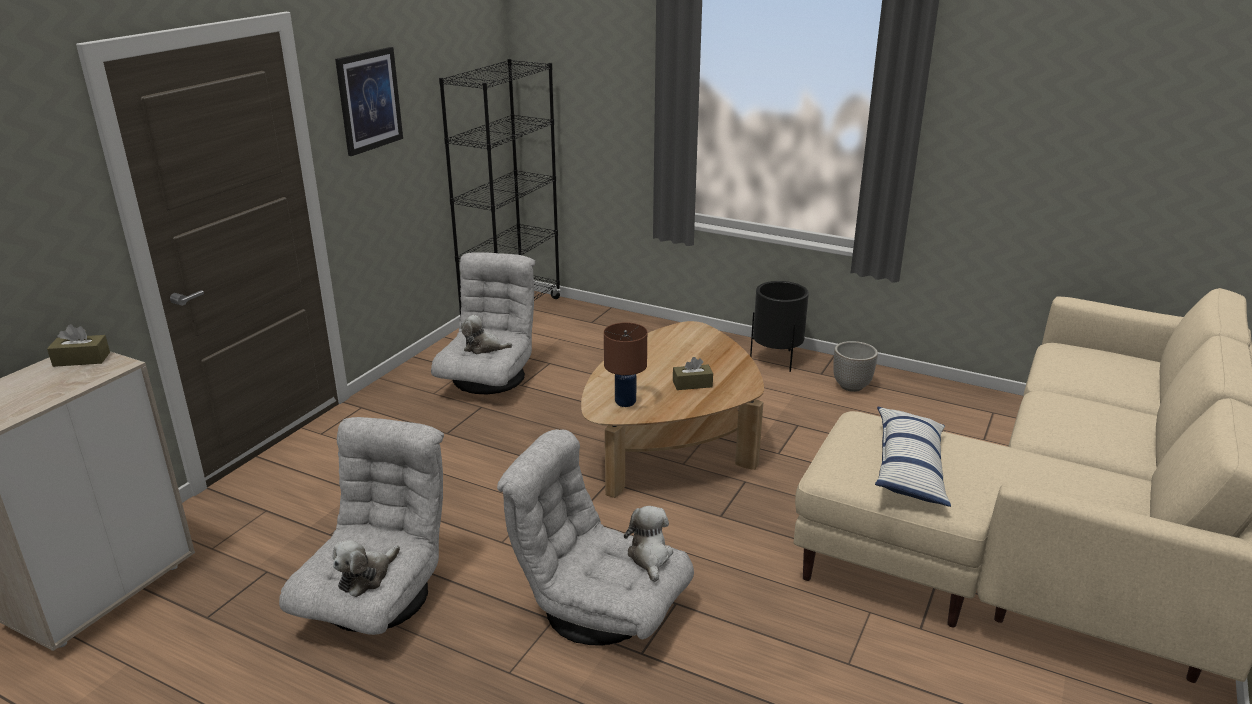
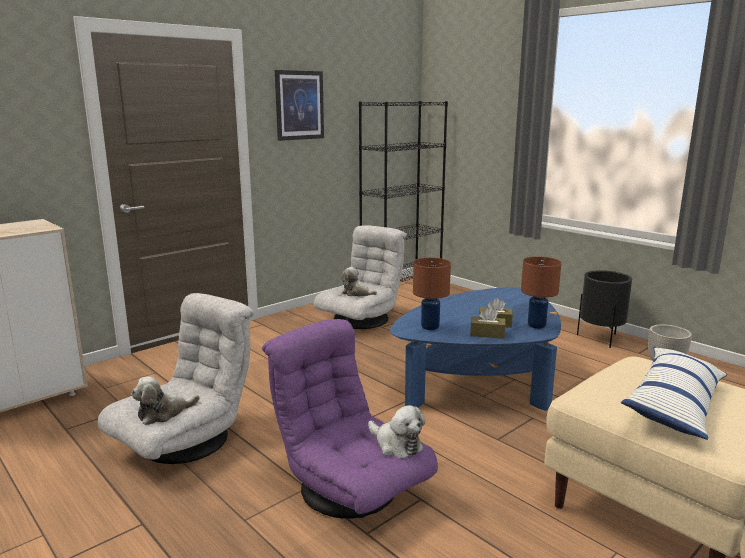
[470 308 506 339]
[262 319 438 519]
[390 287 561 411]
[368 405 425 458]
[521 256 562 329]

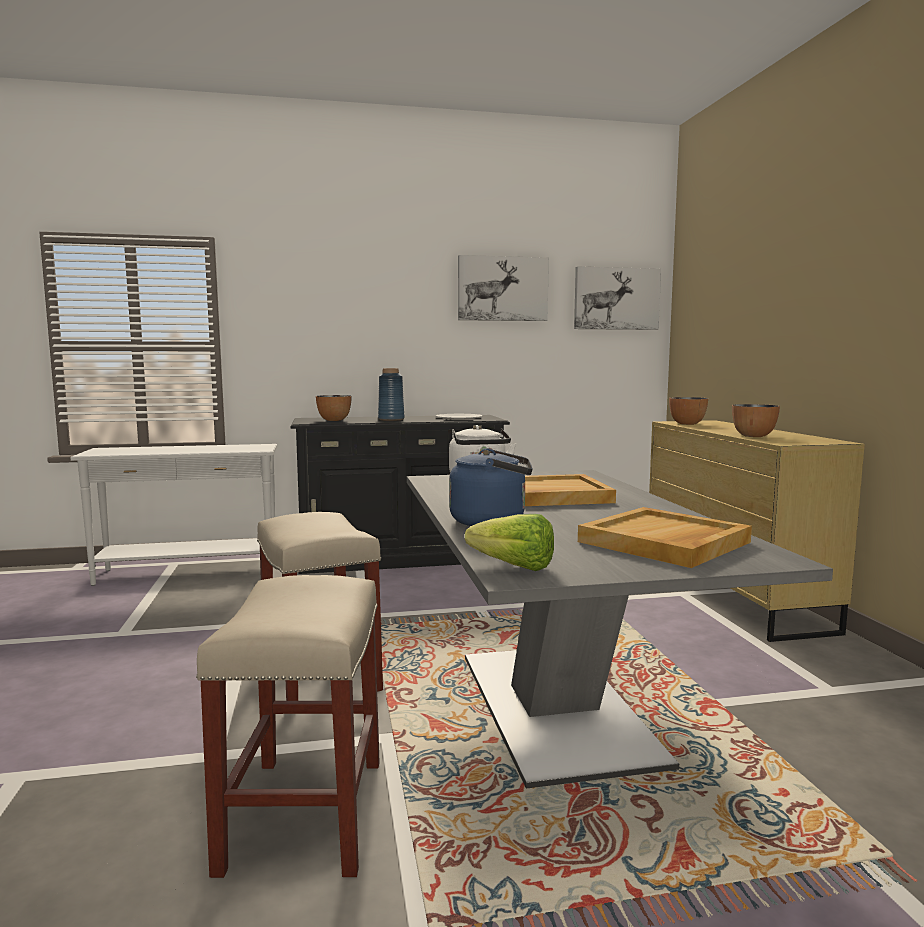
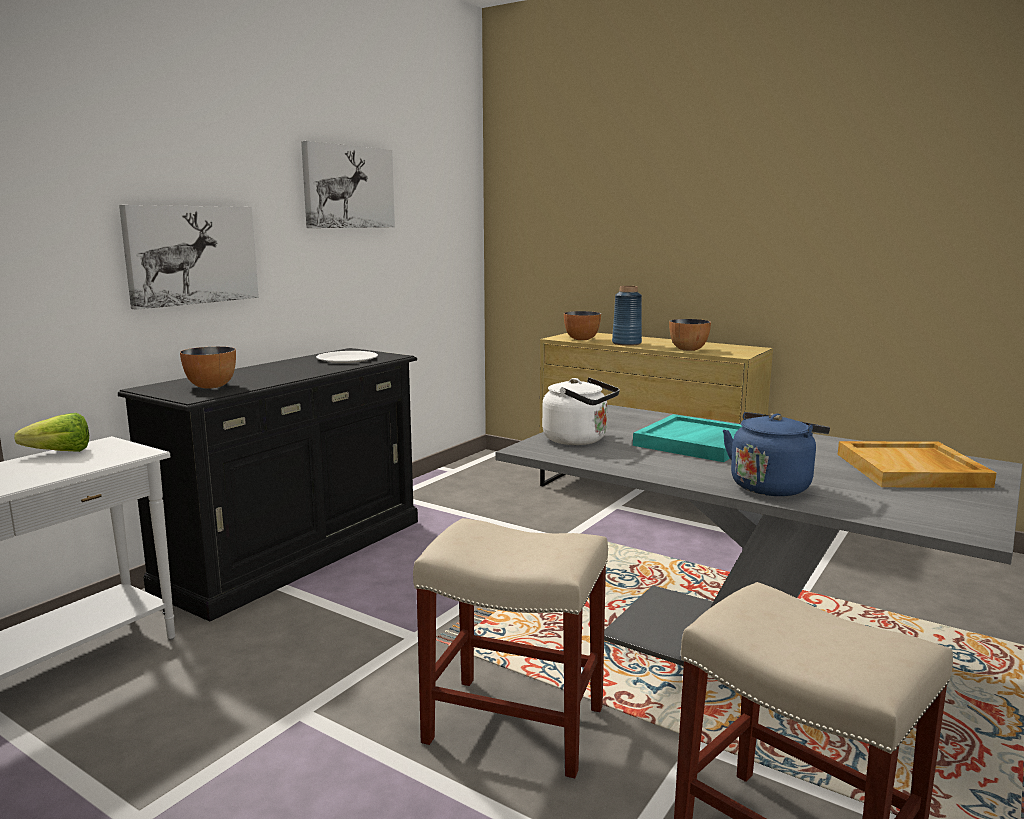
[612 286 642 346]
[14 413 89 452]
[633 414 742 462]
[119 205 259 310]

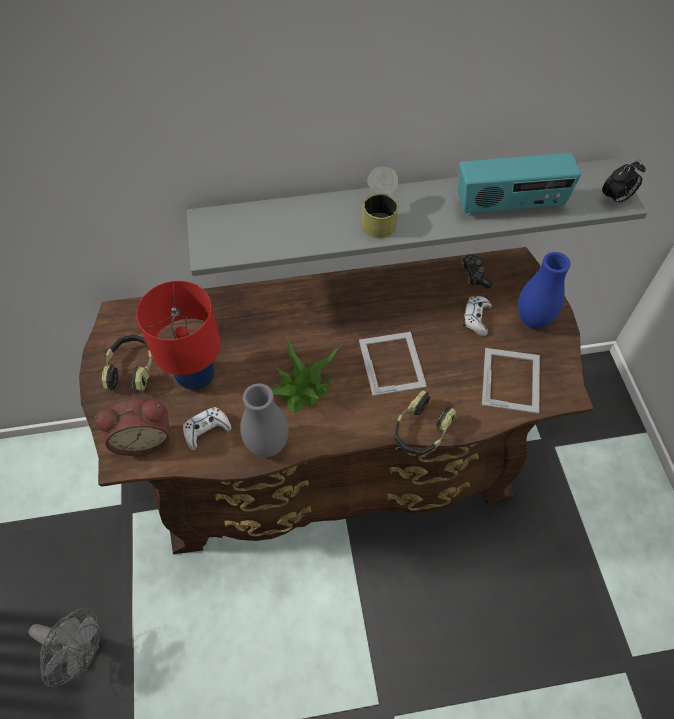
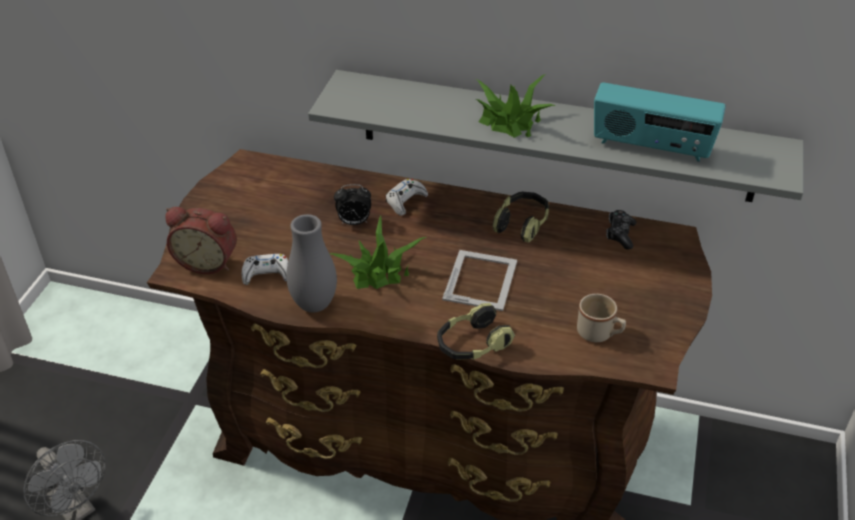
[492 192 549 243]
[136 281 221 390] (first image)
[476 74 556 138]
[385 179 428 216]
[577 294 626 342]
[518 252 571 329] (first image)
[334 184 371 225]

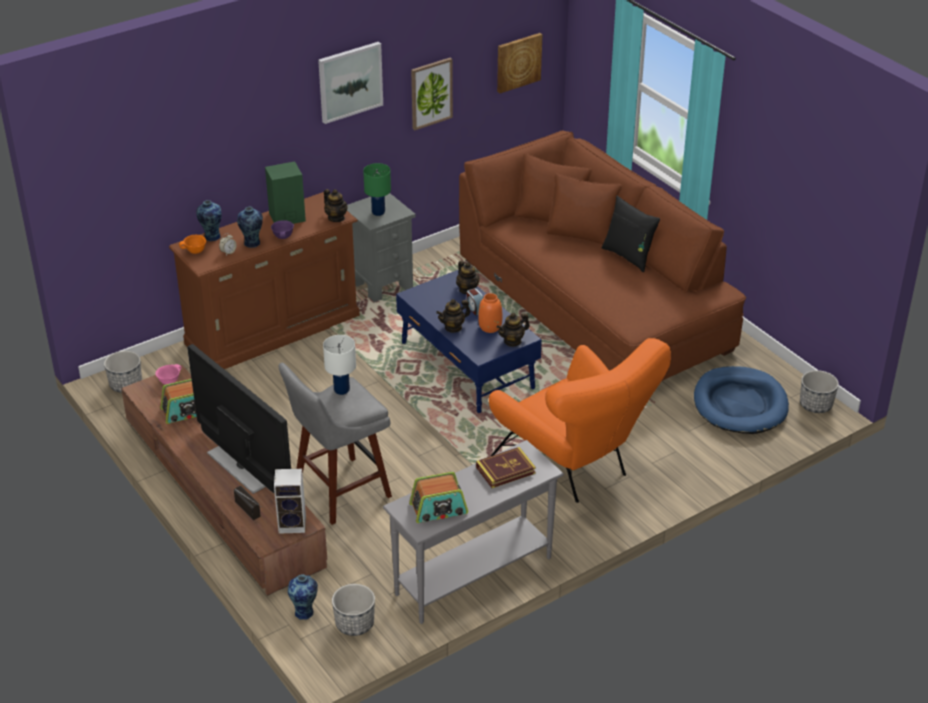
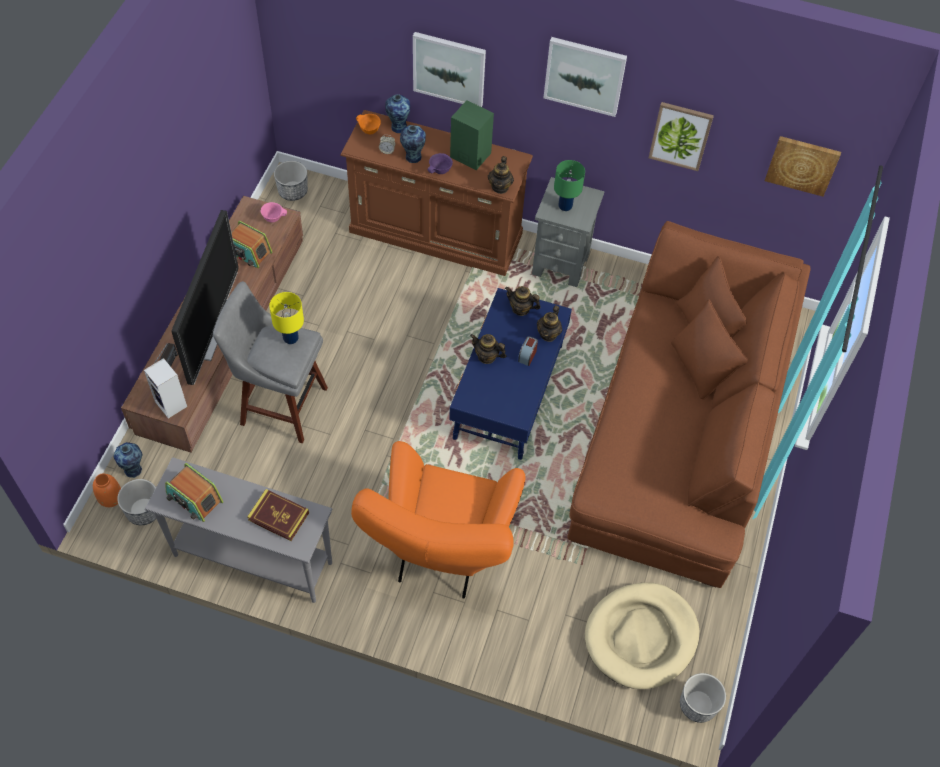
[269 292 304 344]
[93 473 121 507]
[505 286 541 316]
[601 196 660 272] (first image)
[585 583 700 689]
[413 32 486 107]

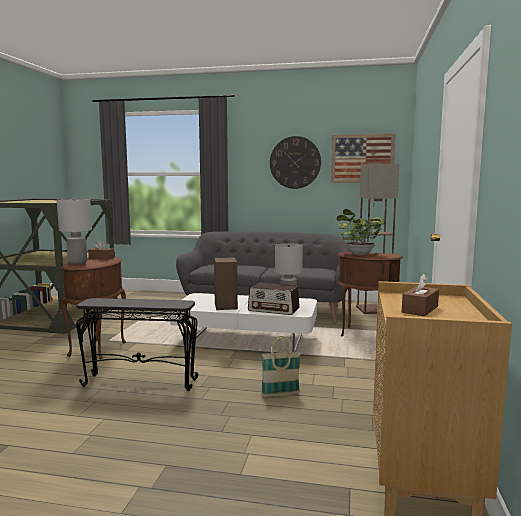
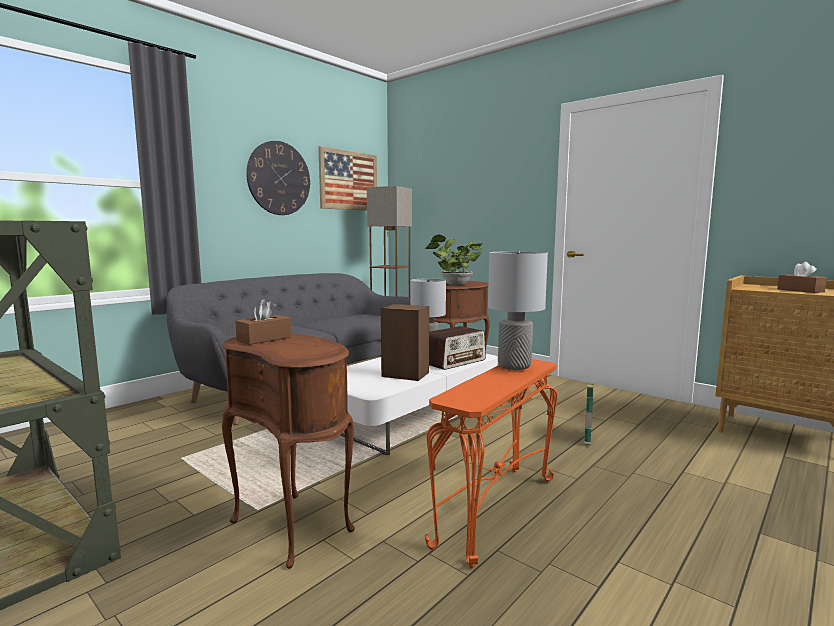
[488 251 548 370]
[424 359 558 568]

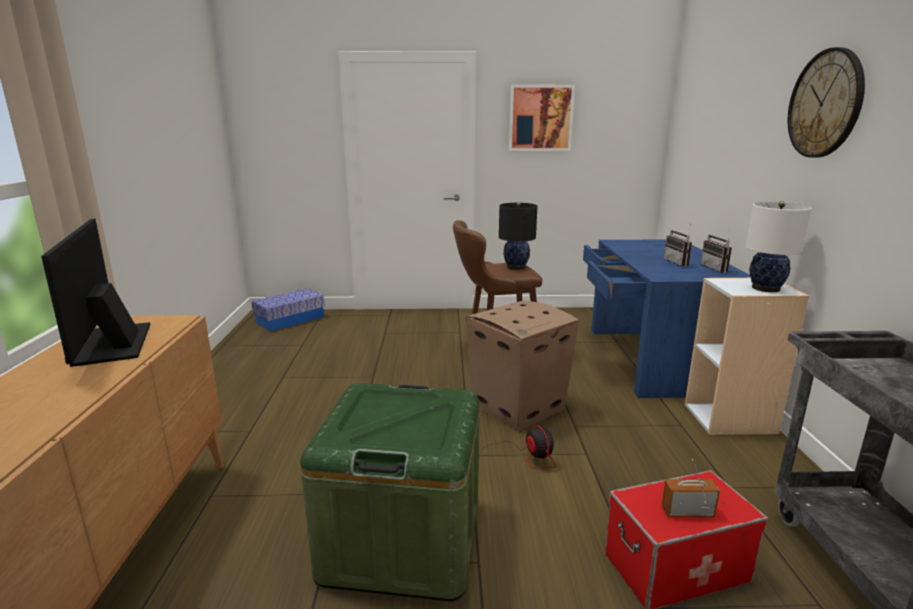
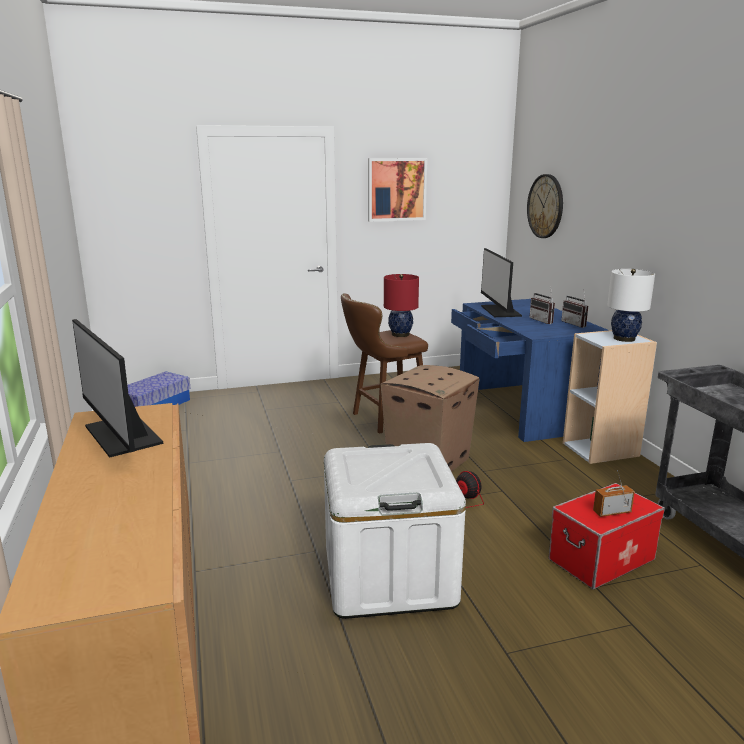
[324 443 466 619]
[384 274 419 337]
[527 174 563 238]
[481 248 522 317]

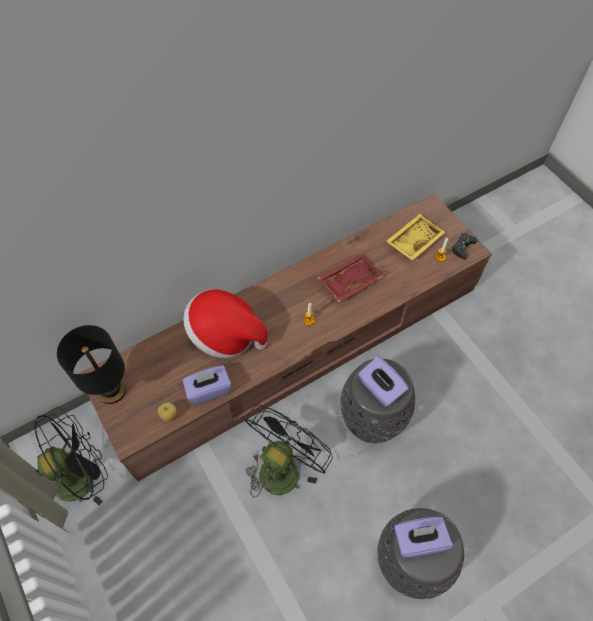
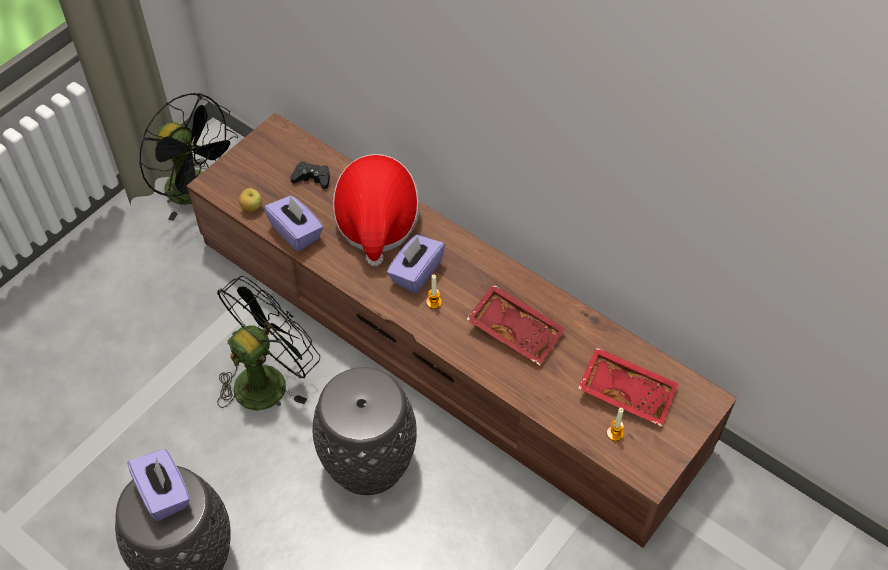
[57 325 126 404] (first image)
[217 276 320 410]
[387 235 445 294]
[578 347 679 426]
[290 161 330 189]

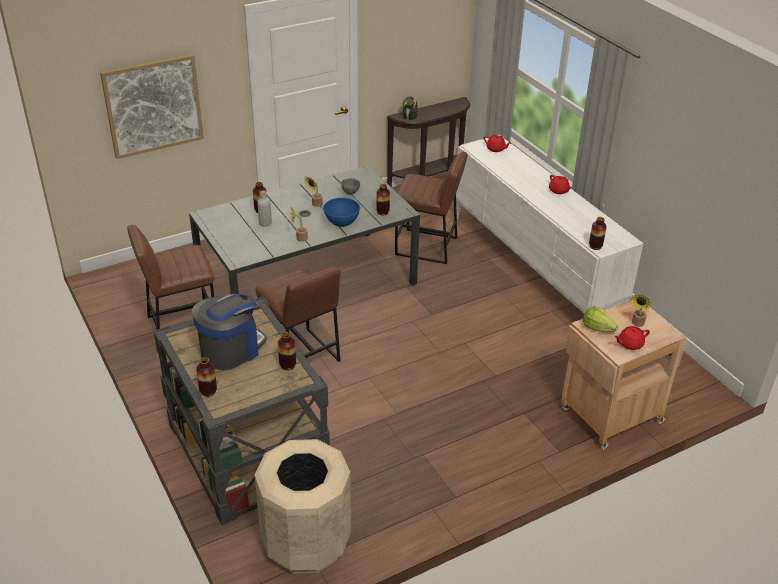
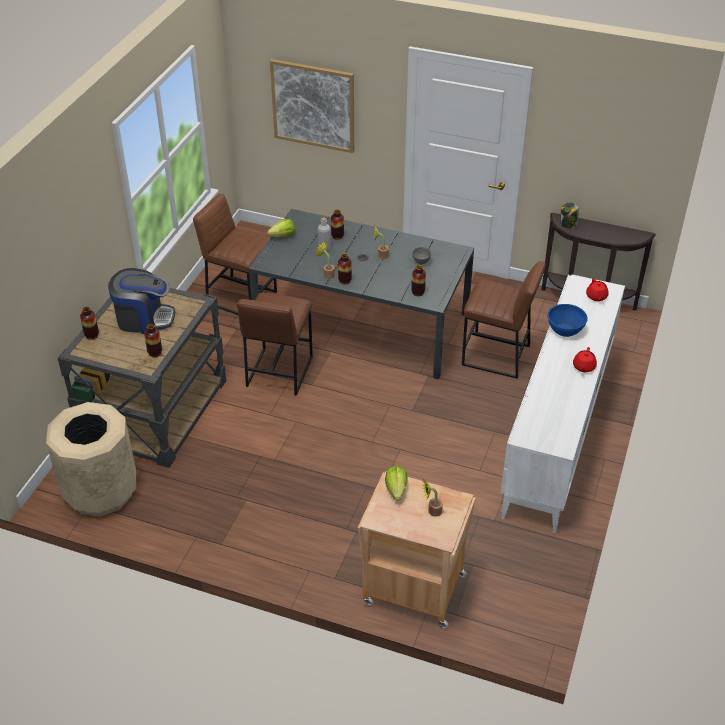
[548 304 588 337]
[462 261 546 379]
[338 253 352 284]
[614 326 650 350] (first image)
[267 219 295 237]

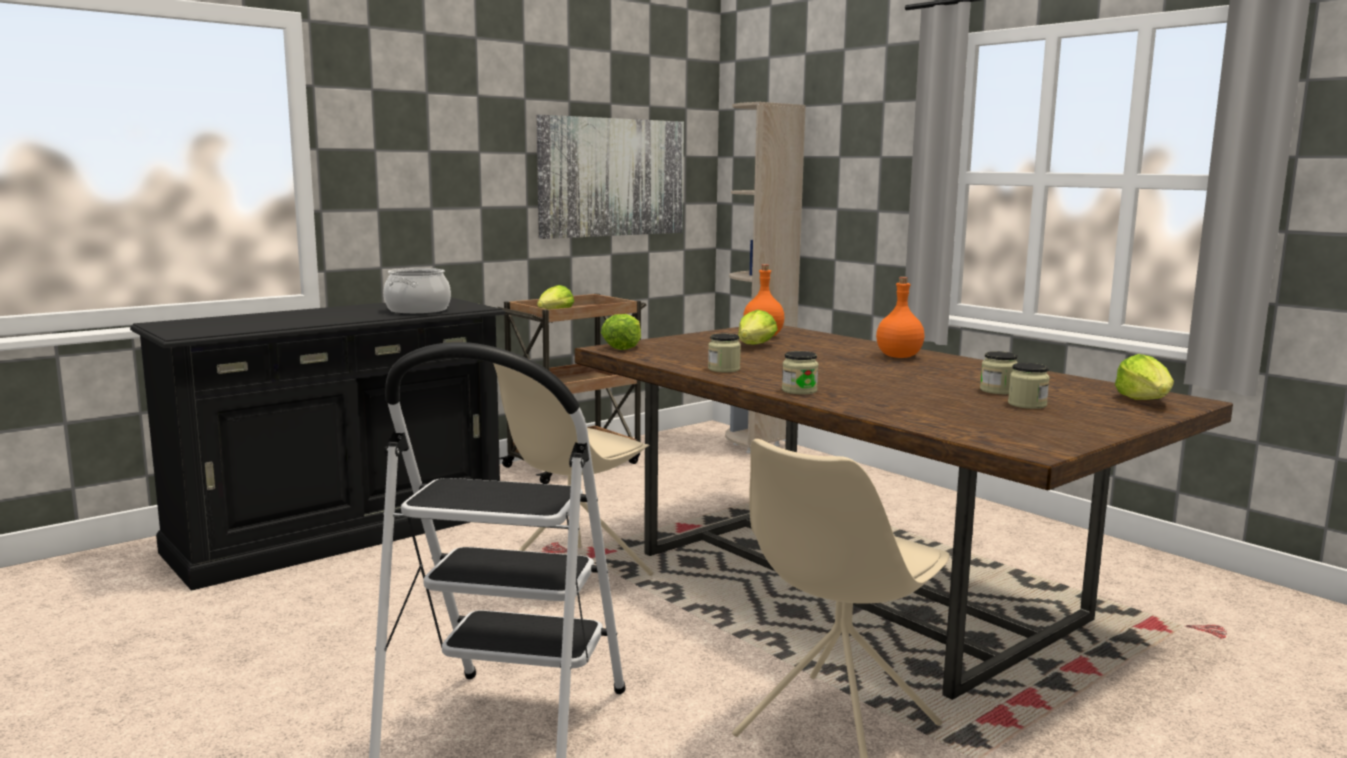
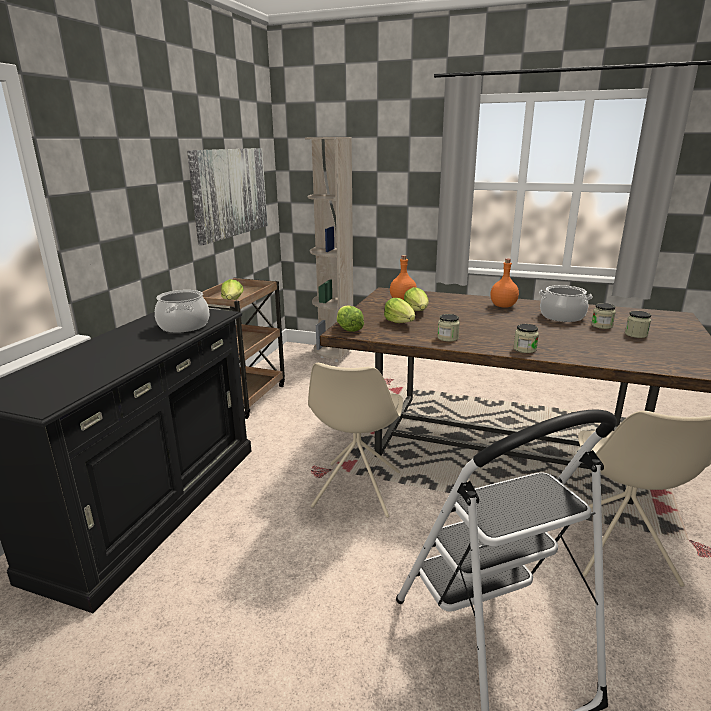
[384 298 415 323]
[539 285 593 322]

